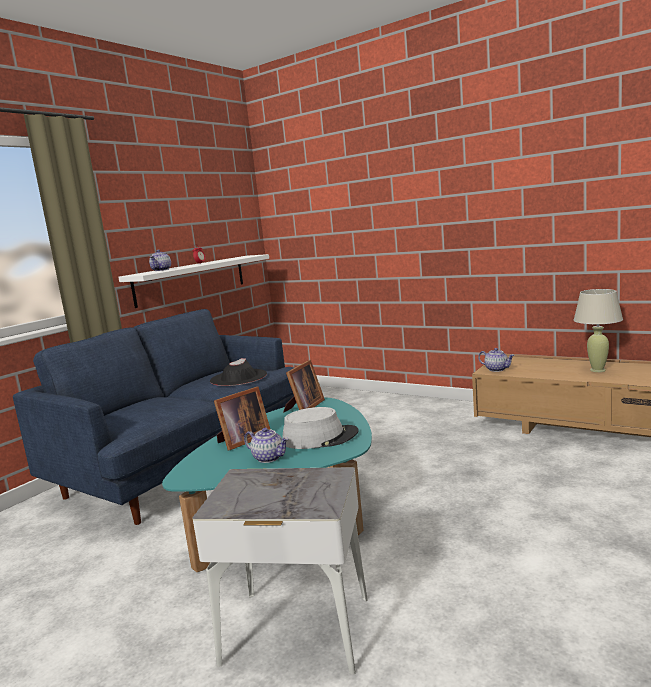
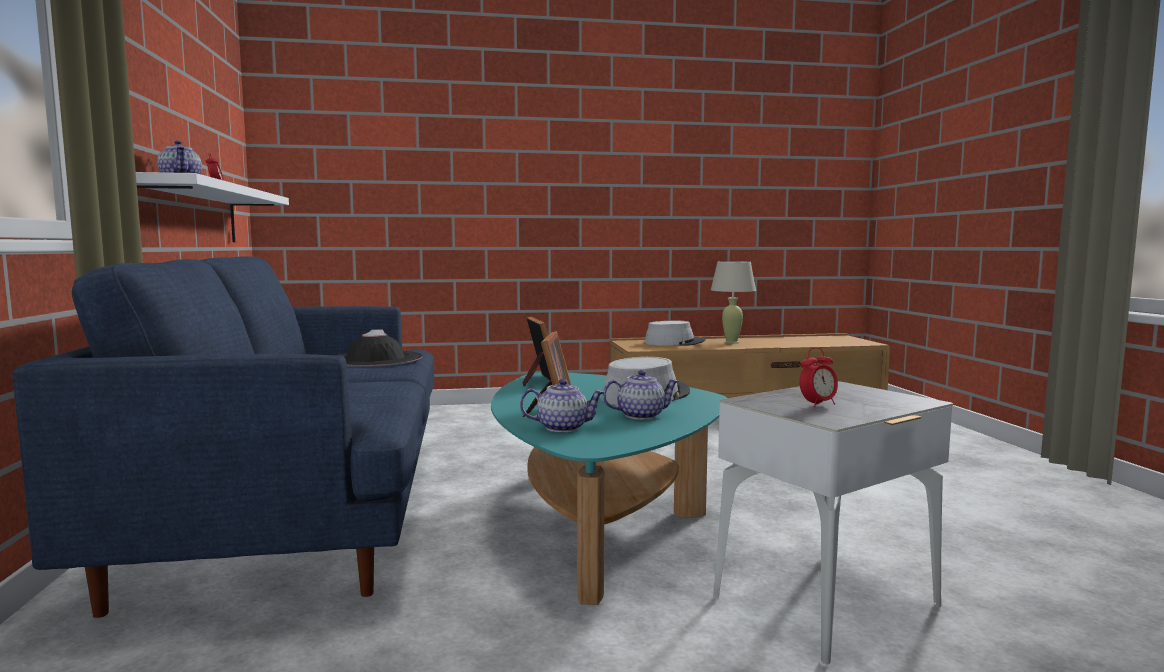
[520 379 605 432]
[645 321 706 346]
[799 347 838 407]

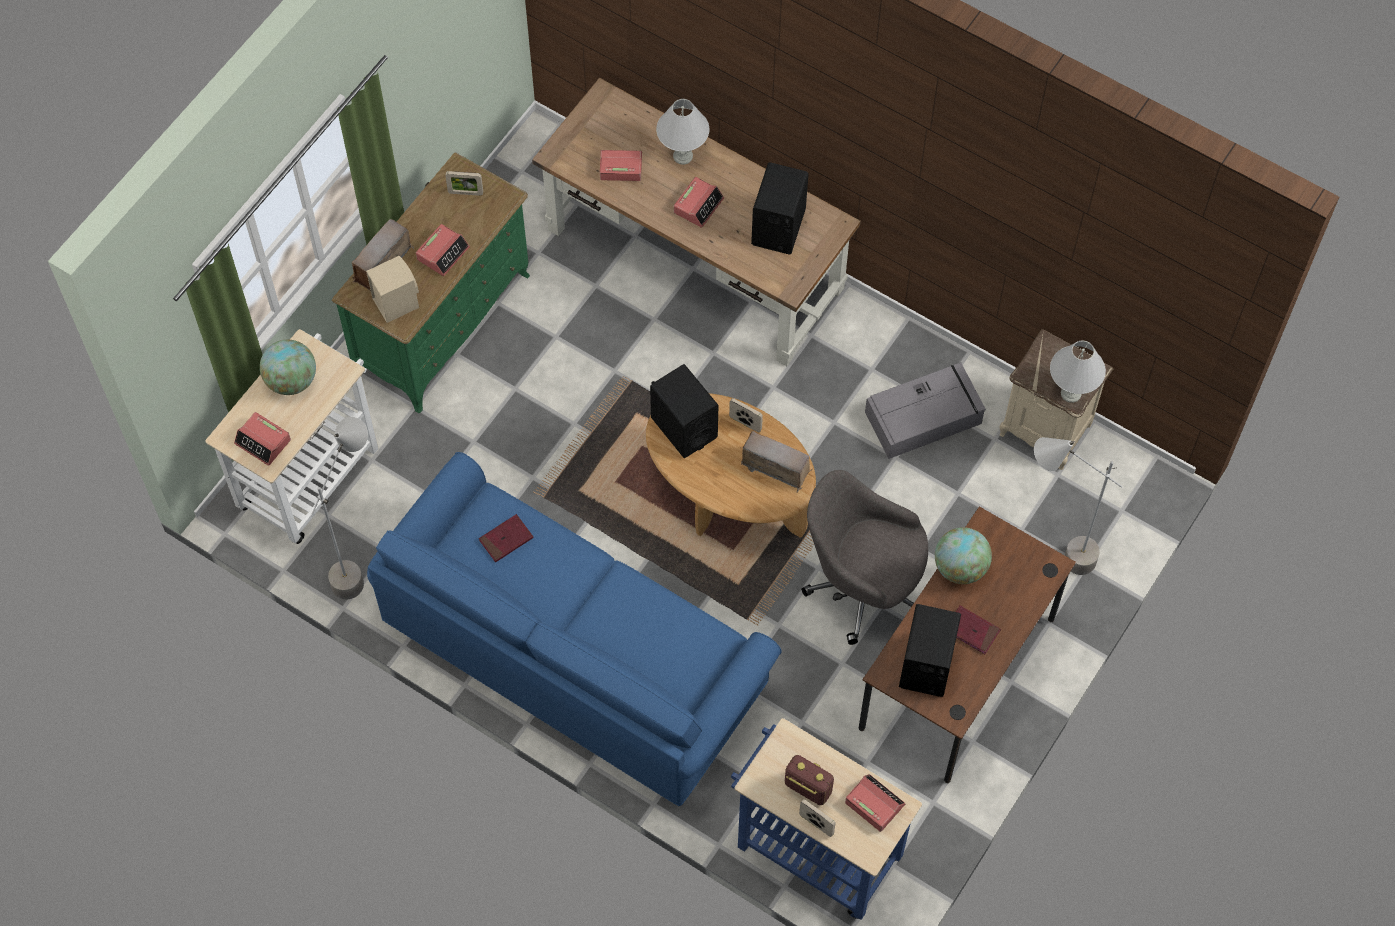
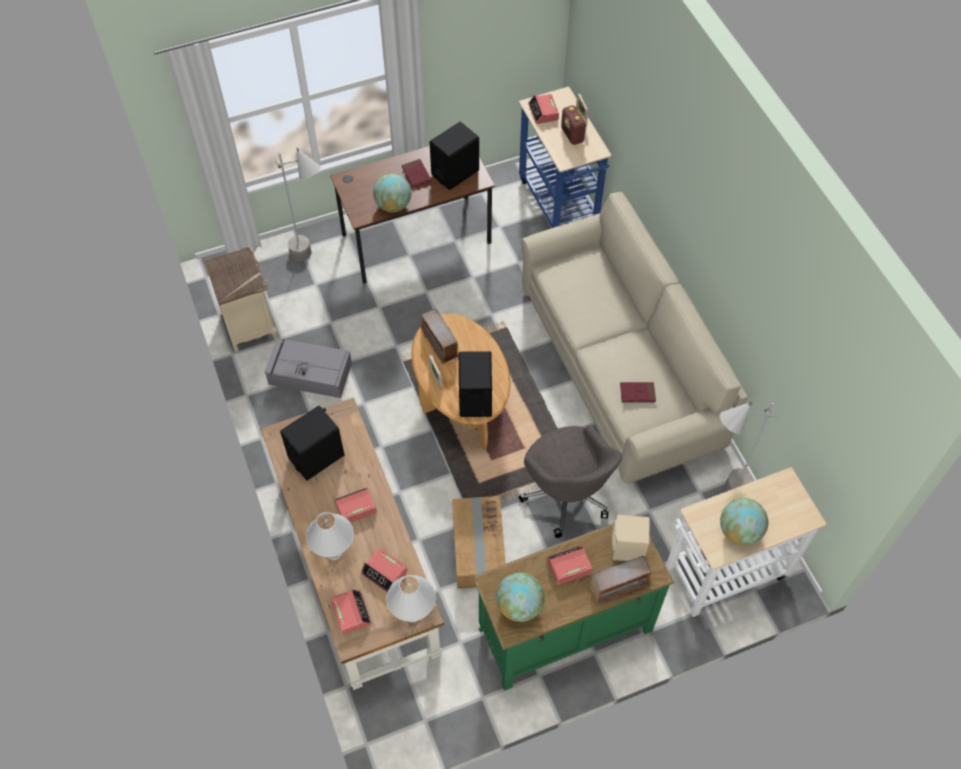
[330 589 372 635]
[521 192 748 484]
[496 572 545 622]
[519 425 622 538]
[387 575 435 622]
[452 496 506 589]

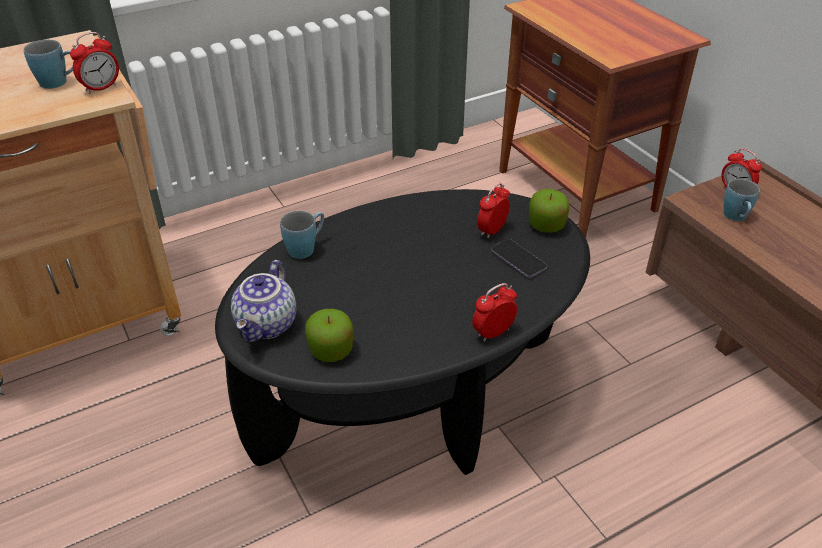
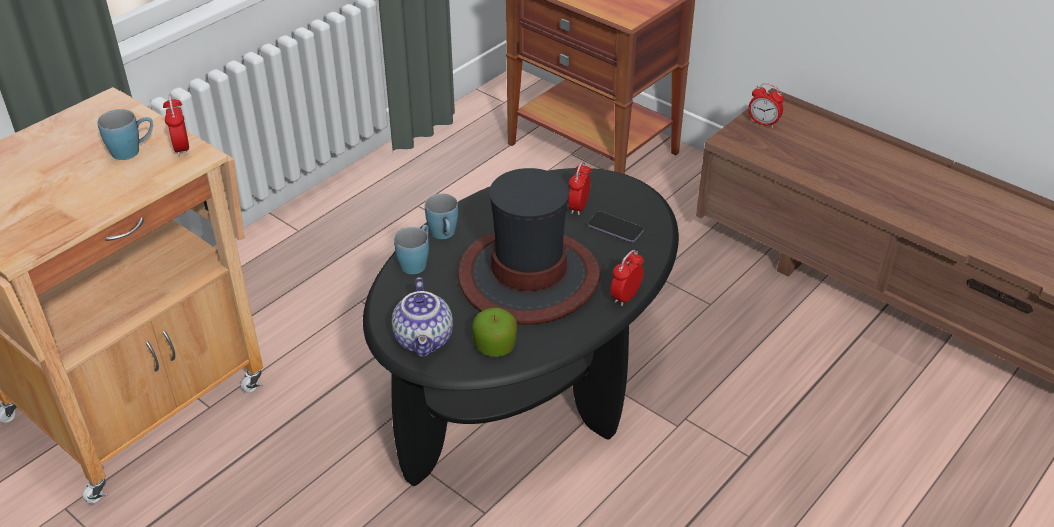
[163 94 189 157]
[529 189 569 233] (first image)
[425 194 458 239]
[458 168 600 325]

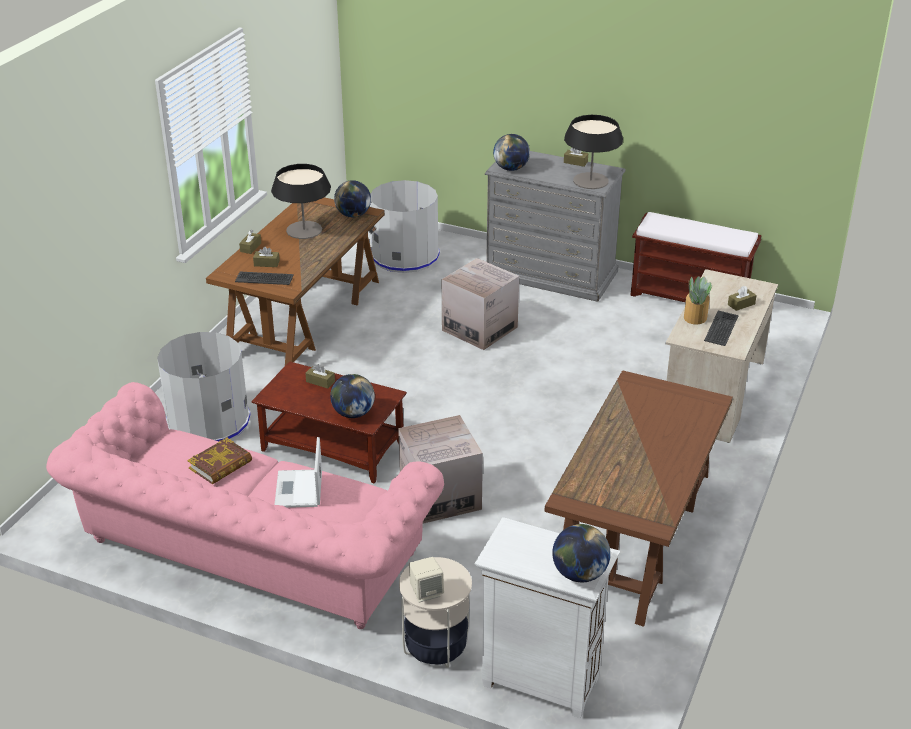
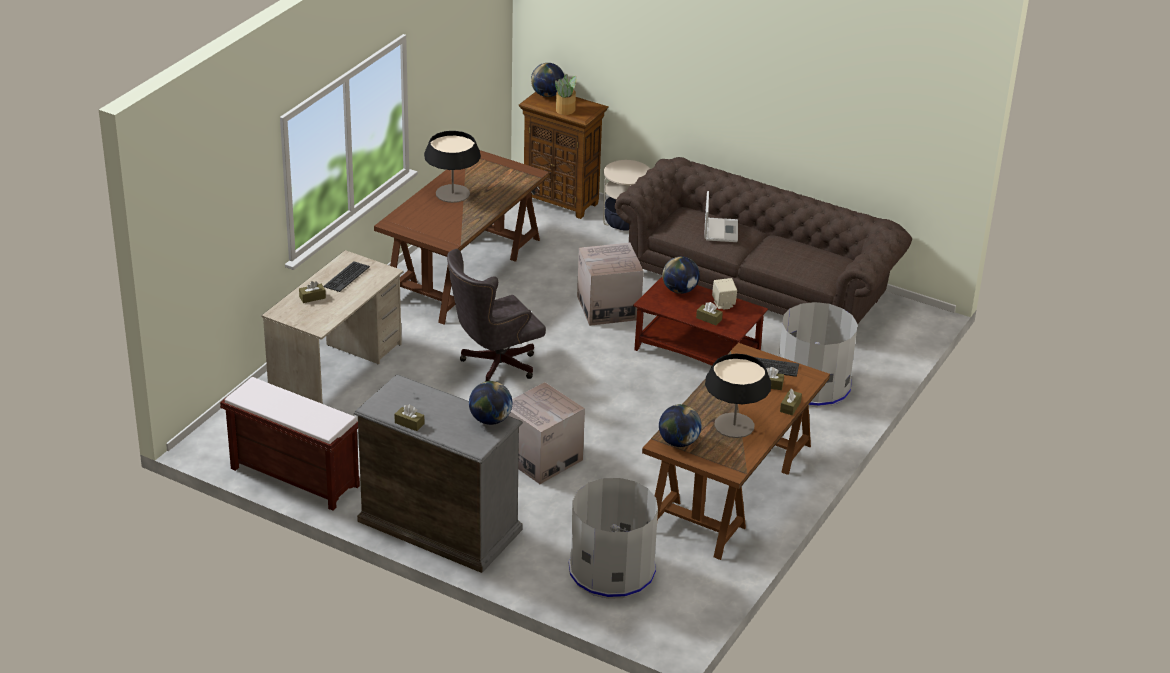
[615 157 912 324]
[188 438 252 484] (first image)
[712 278 737 310]
[518 92 609 219]
[424 131 481 203]
[555 74 577 115]
[447 249 546 382]

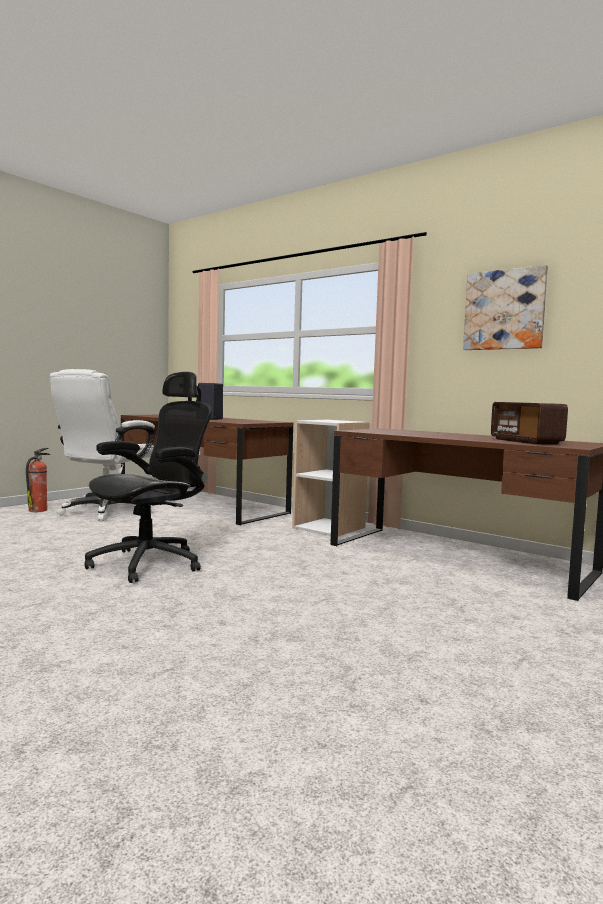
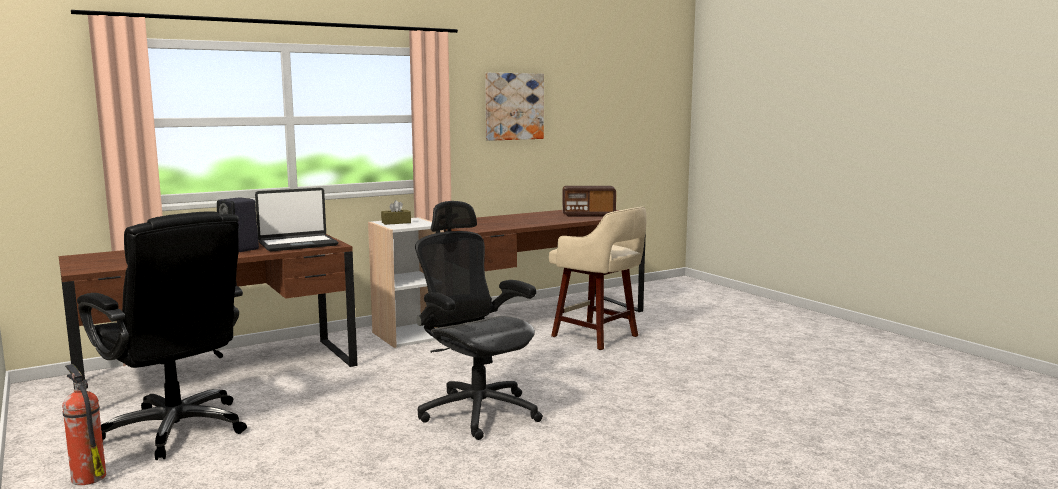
[77 211 247 460]
[255 188 339 251]
[381 200 411 225]
[549 207 647 350]

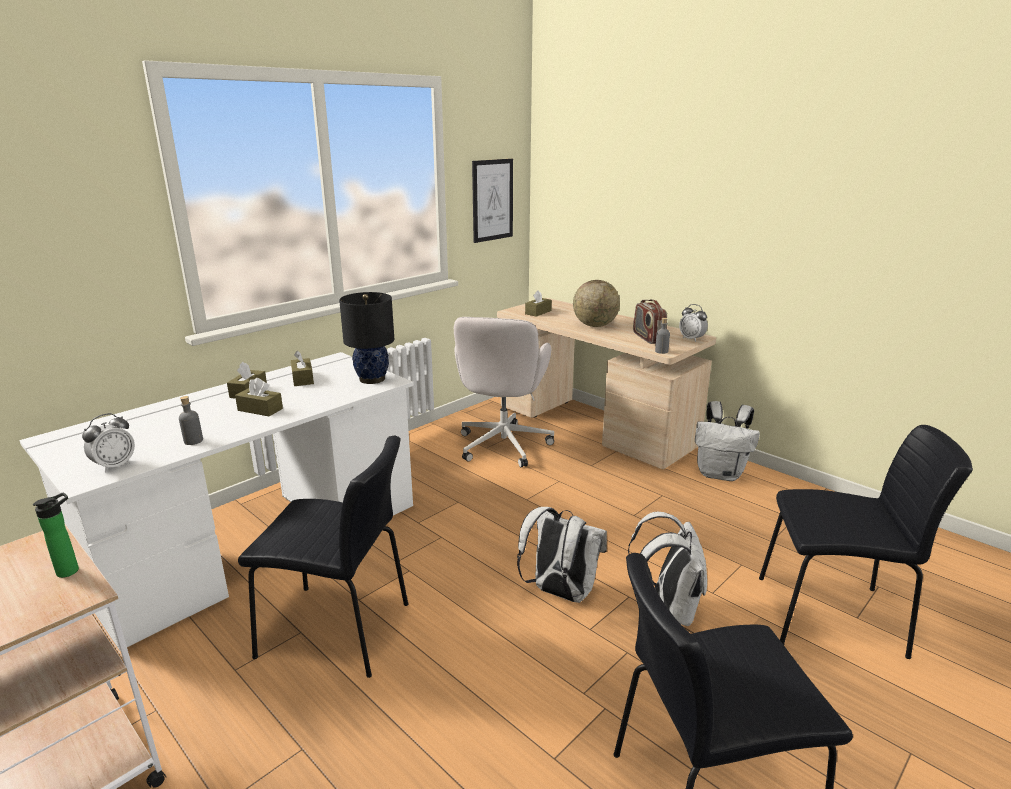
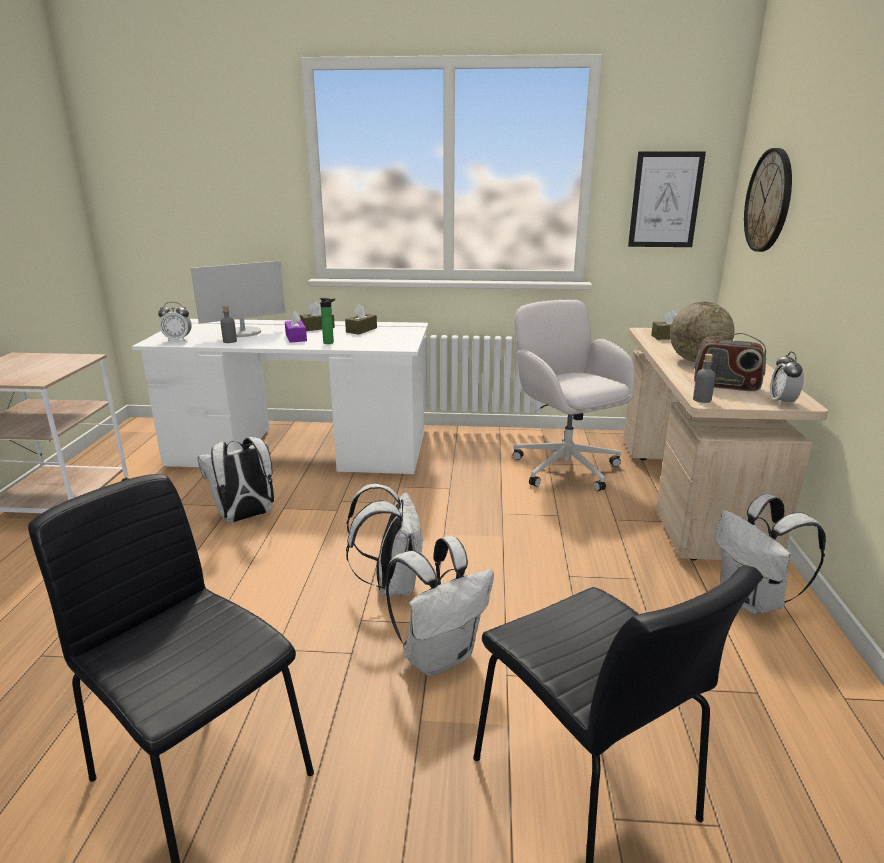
[320 298 335 344]
[285 311 307 343]
[198 437 274 522]
[339 292 394 384] (first image)
[513 299 635 491]
[694 333 766 391]
[191 261 286 337]
[744 148 792 252]

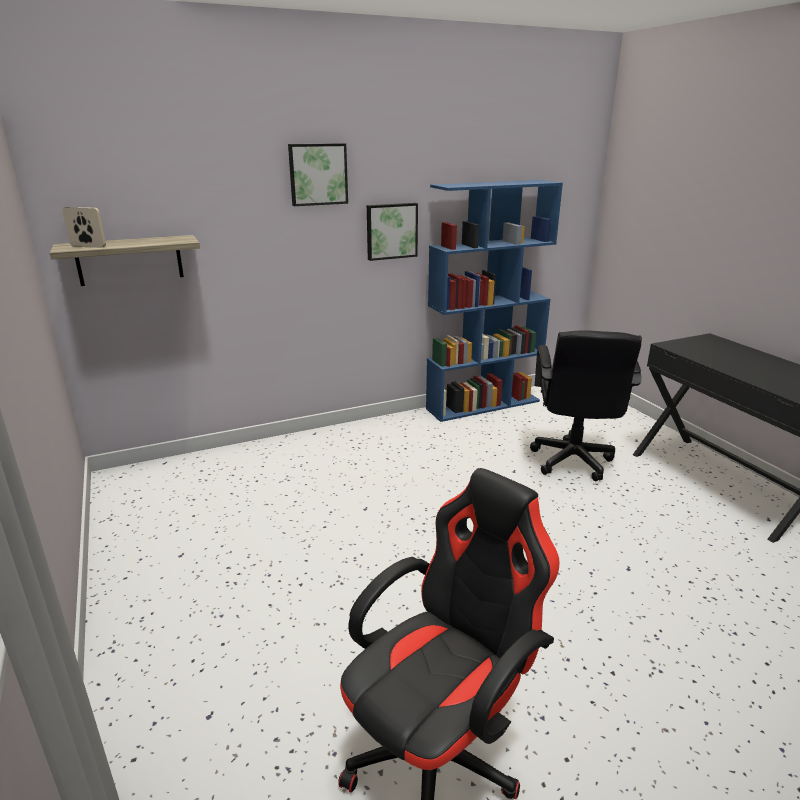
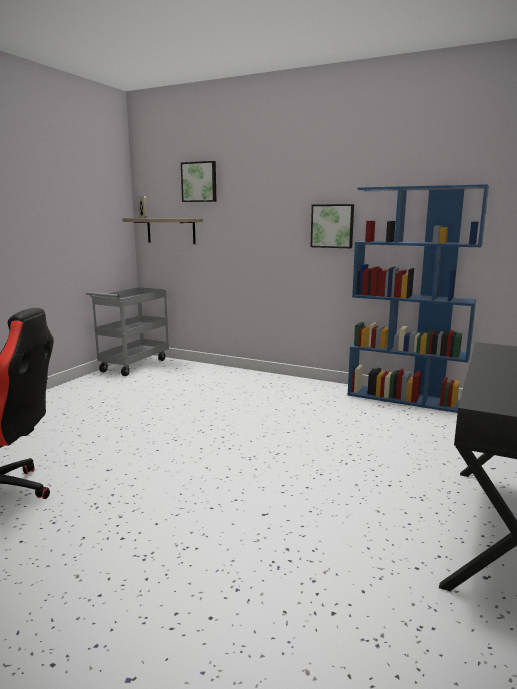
[181 161 216 202]
[530 330 642 481] (first image)
[86 287 169 376]

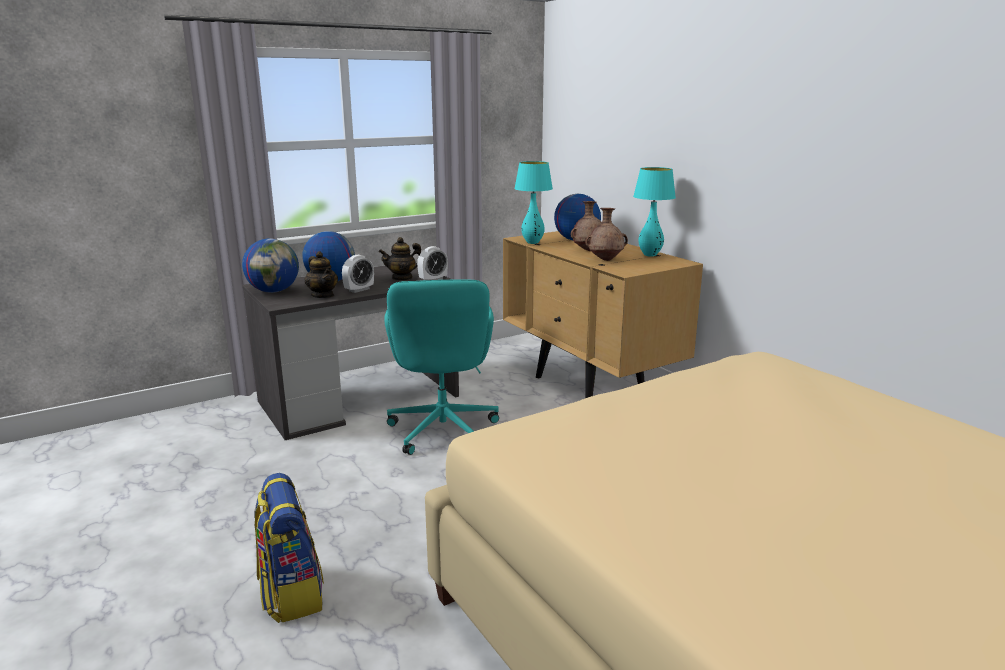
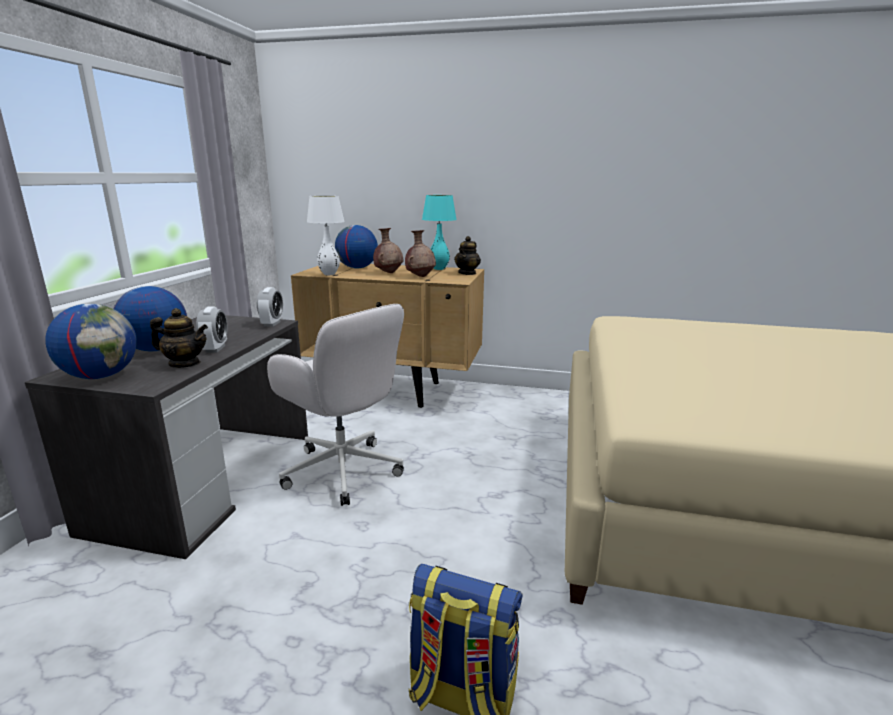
[454 236 481 275]
[267 304 404 506]
[307 195 345 275]

